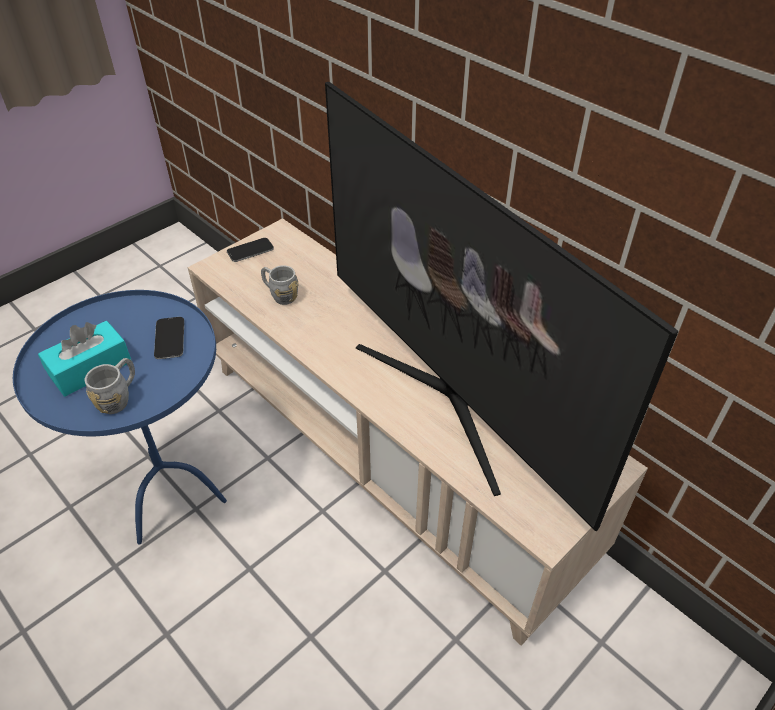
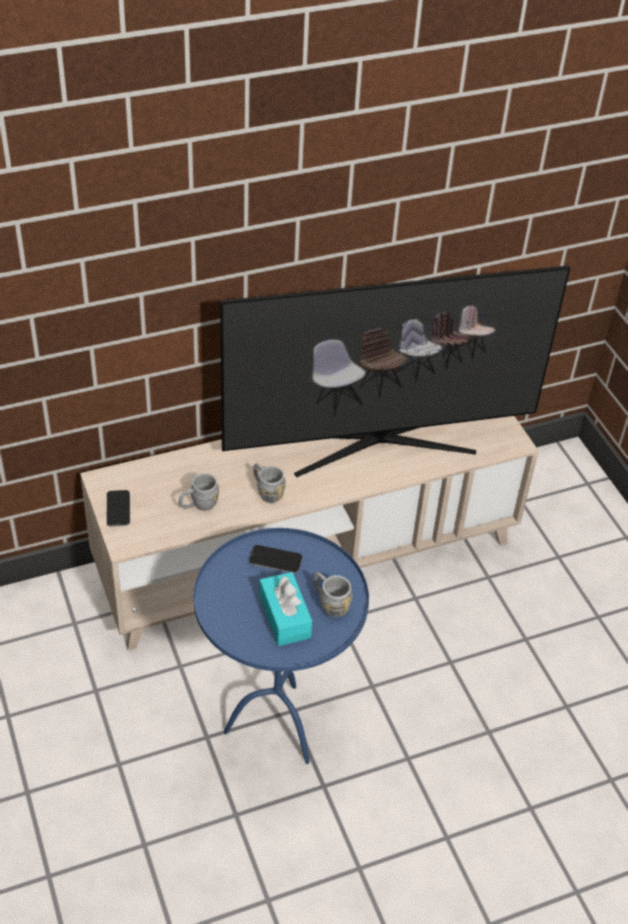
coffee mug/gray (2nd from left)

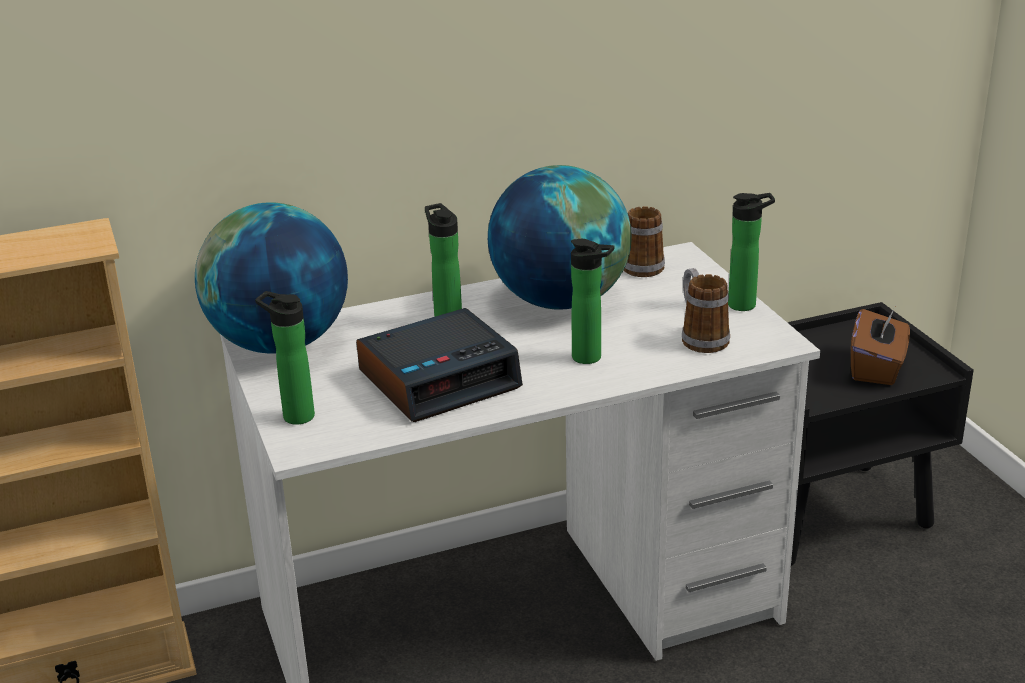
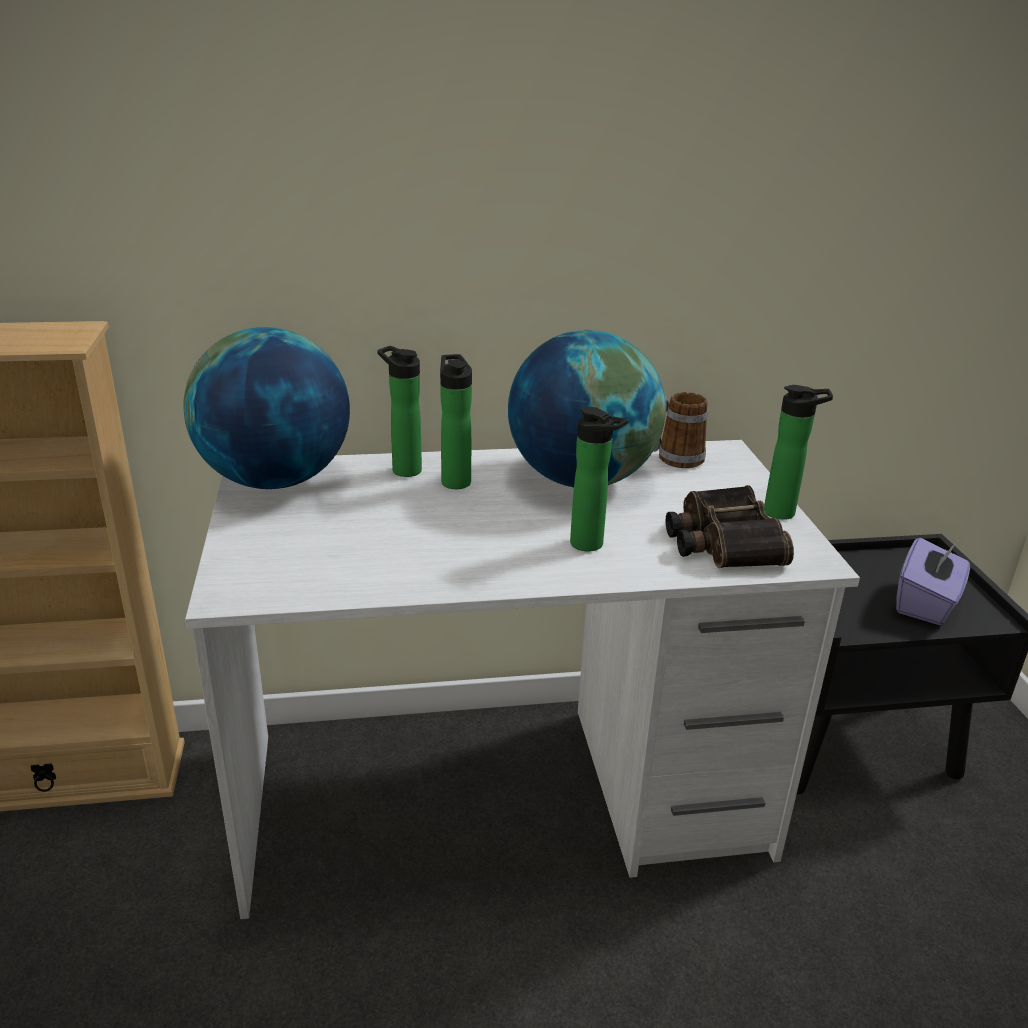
binoculars
beverage bottle (1st from left)
tissue box/purple
table clock

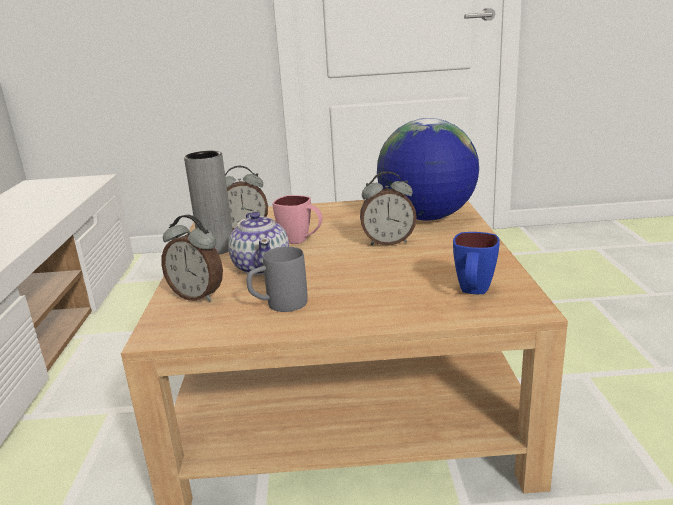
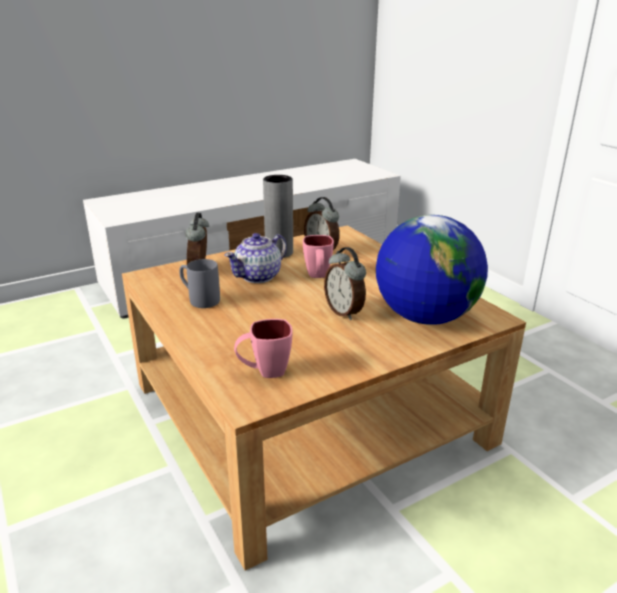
coffee mug/pinkish (1st from left)

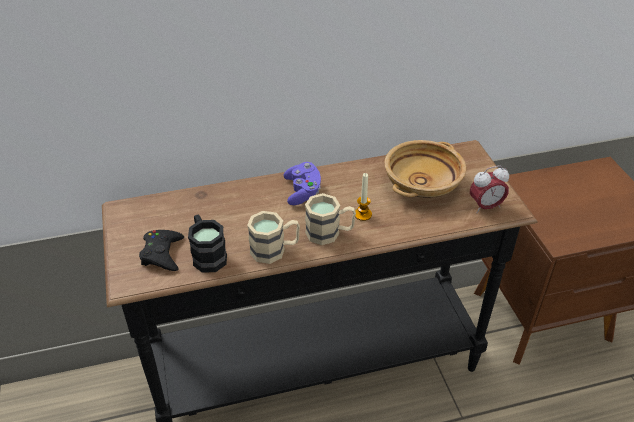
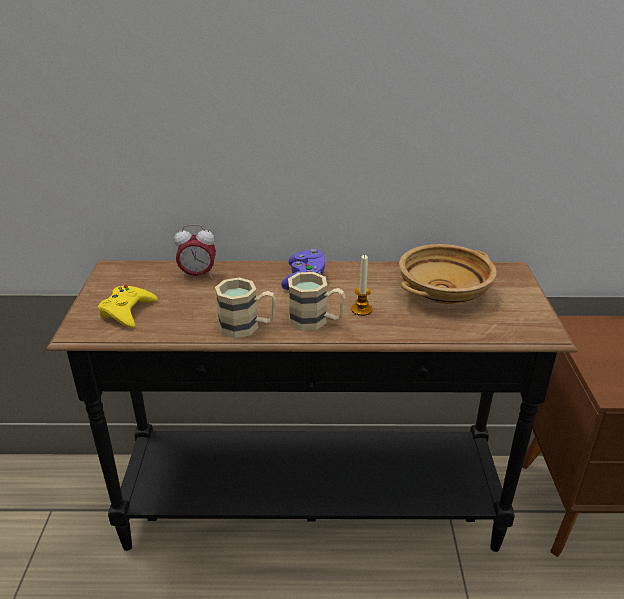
table clock
coffee mug/black
game controller/yellowish

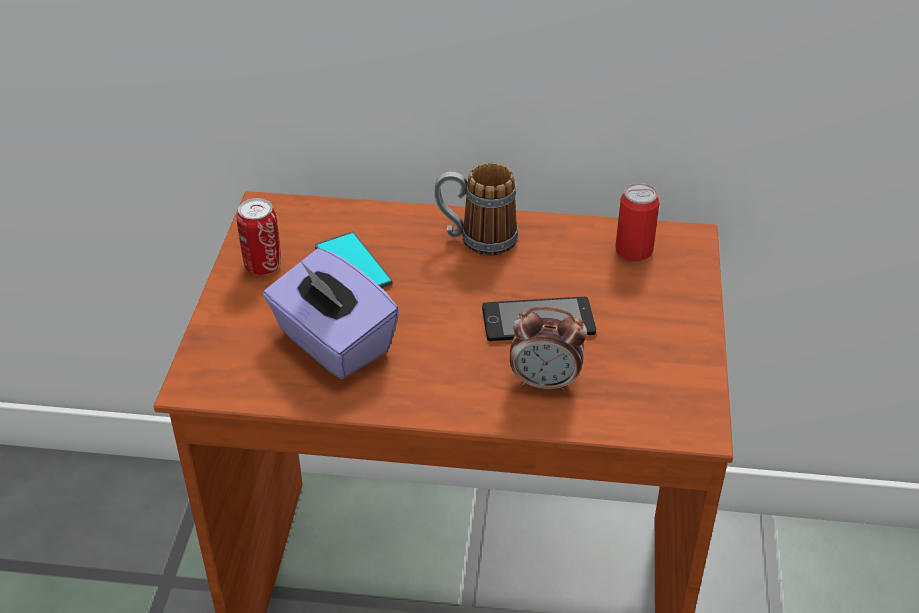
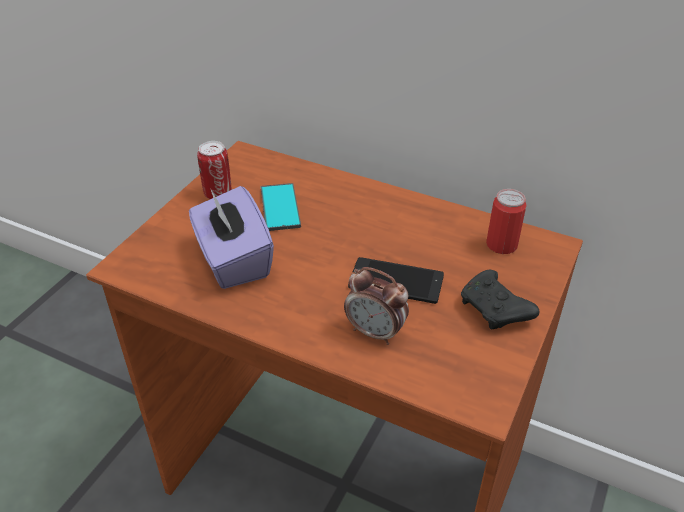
coffee mug
game controller/black

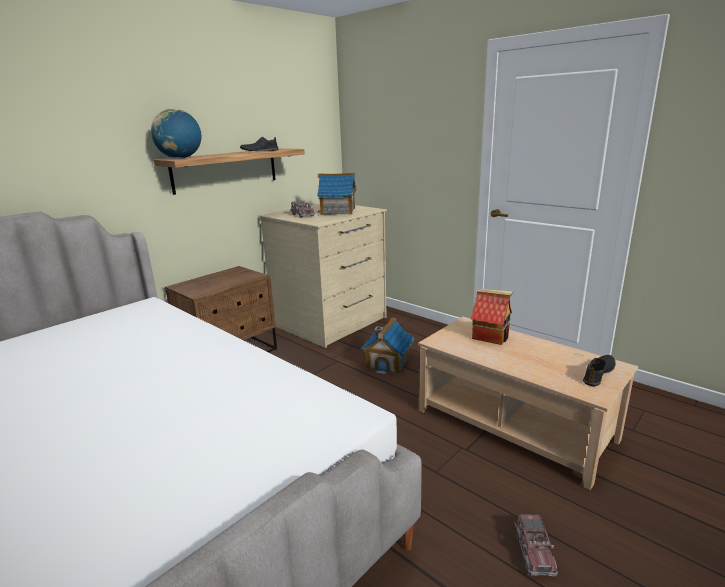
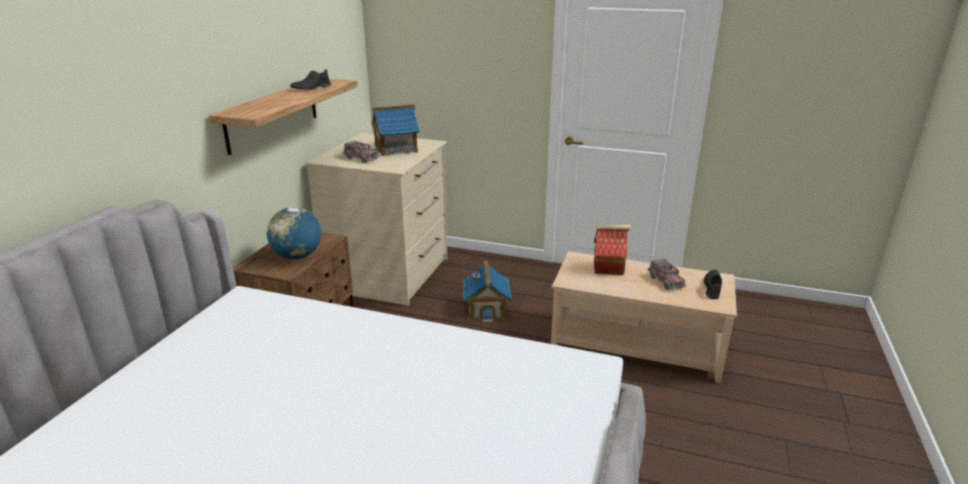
desk globe
model truck (2nd from left)

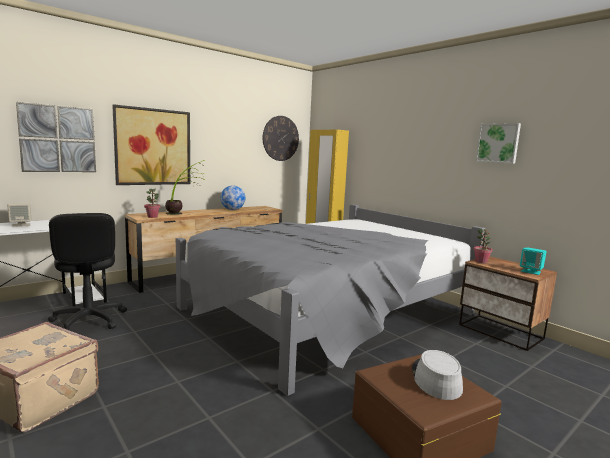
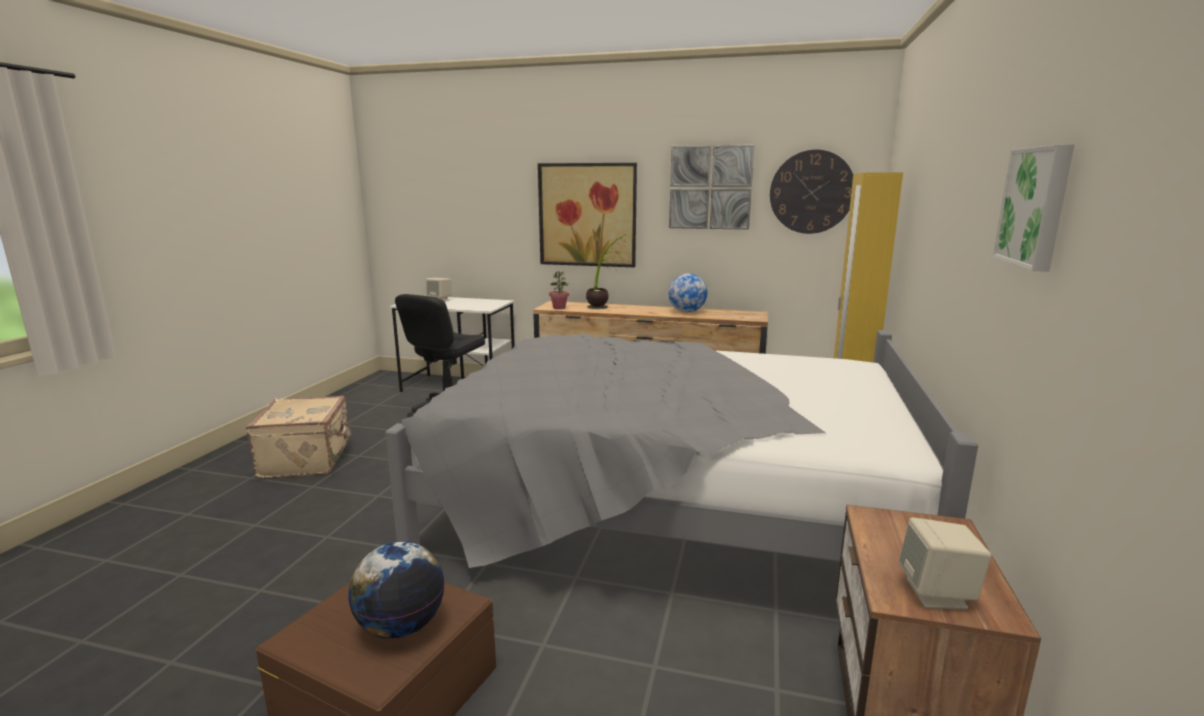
wall picture (2nd from left)
plant in a pot (3rd from left in the first image)
speaker/beige (2nd from left)
desk globe (1st from left)

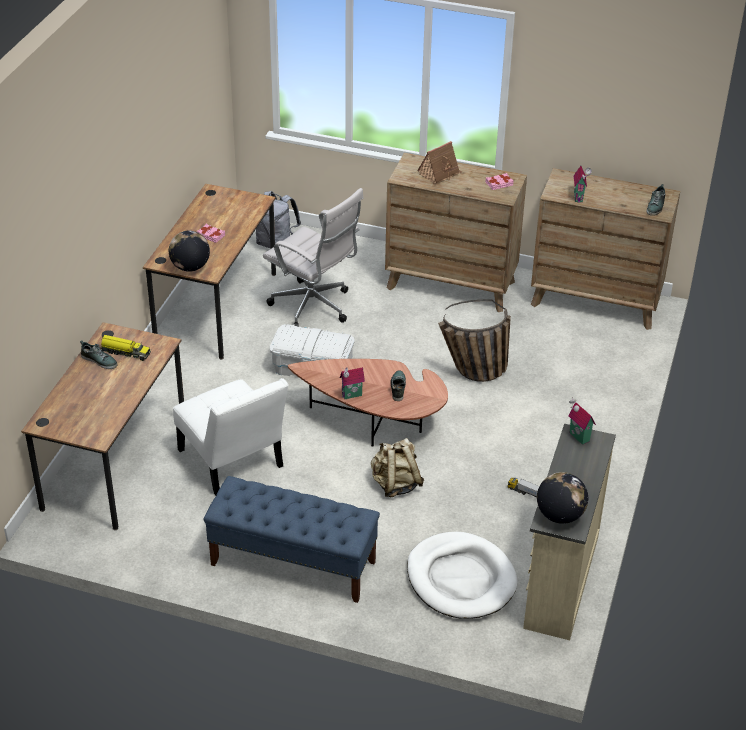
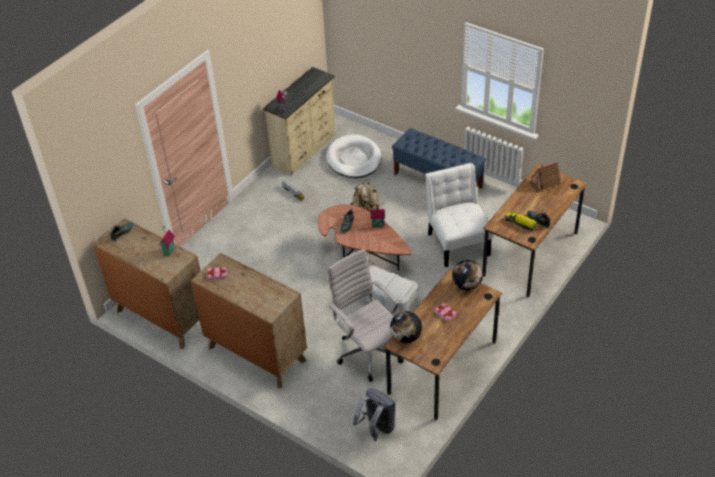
model house (4th from left)
basket
desk globe (1st from left)

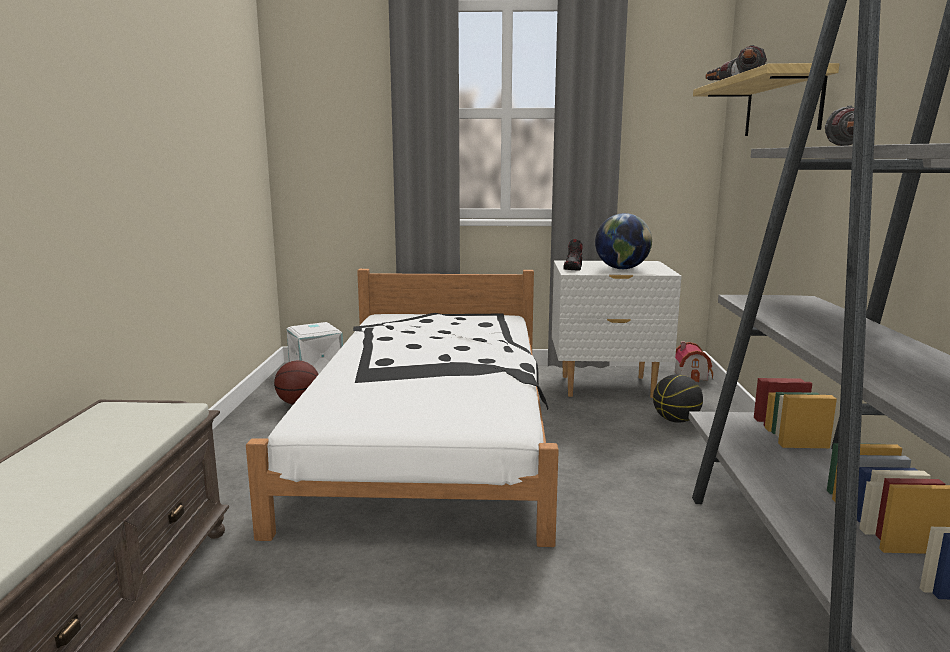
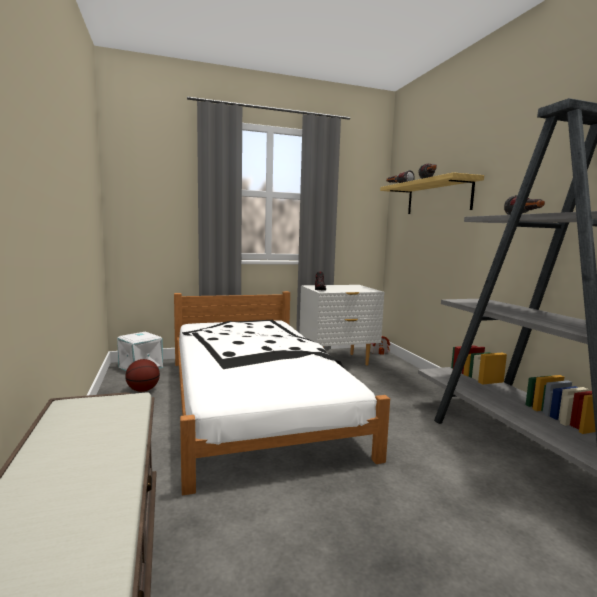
desk globe
basketball ball (2nd from left in the first image)

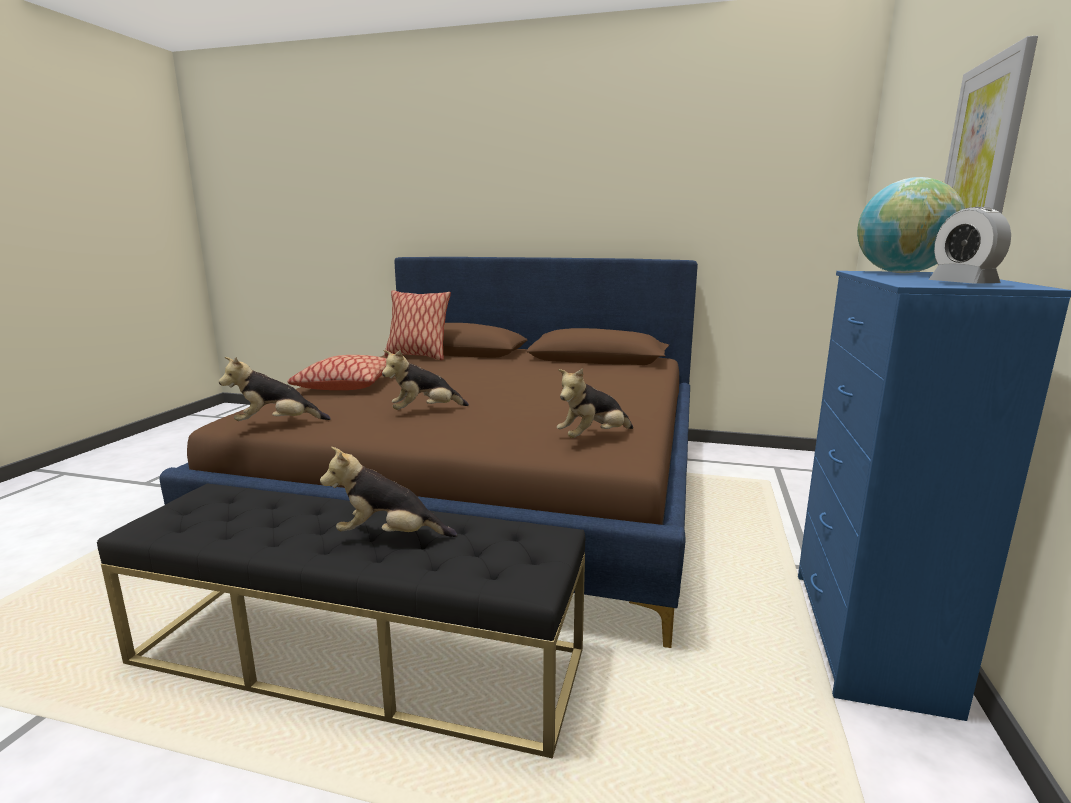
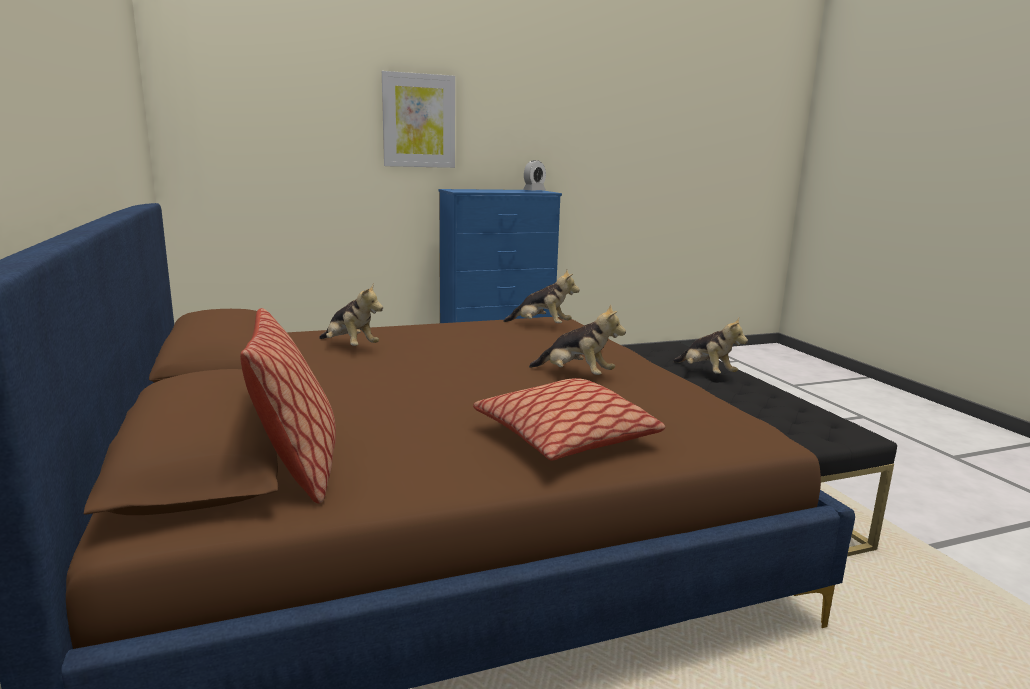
desk globe
plush toy (1st from left)

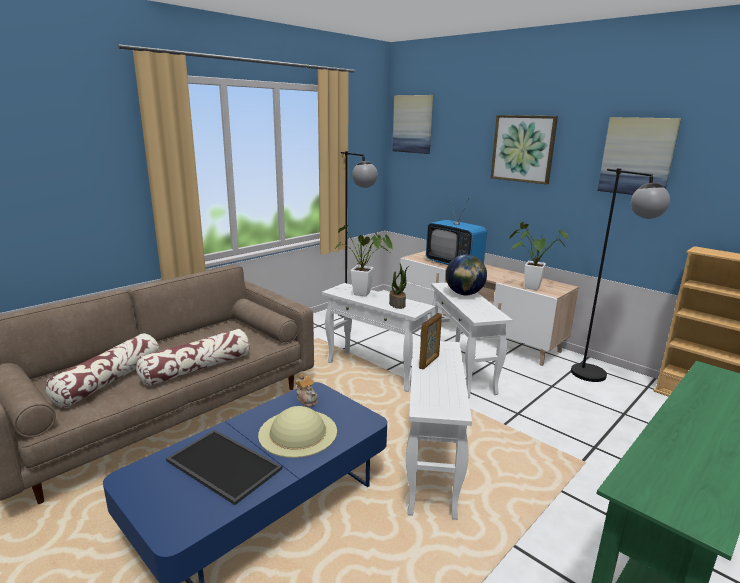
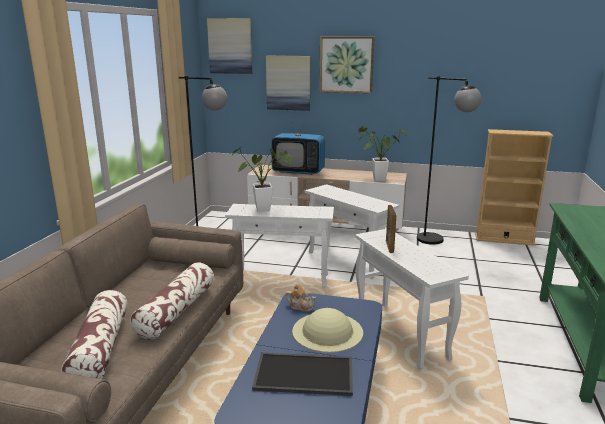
wall picture (2nd from left)
desk globe
plant in a pot (2nd from left in the first image)

